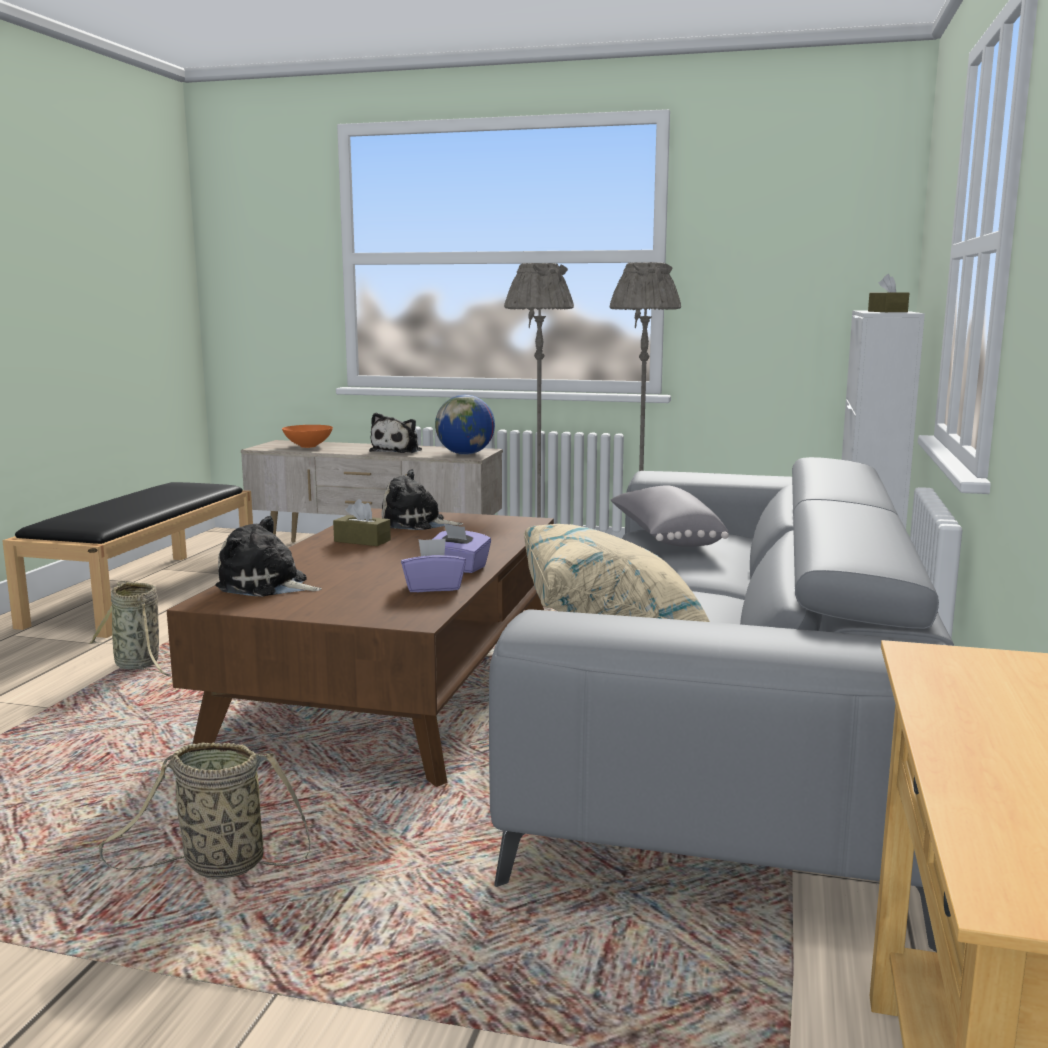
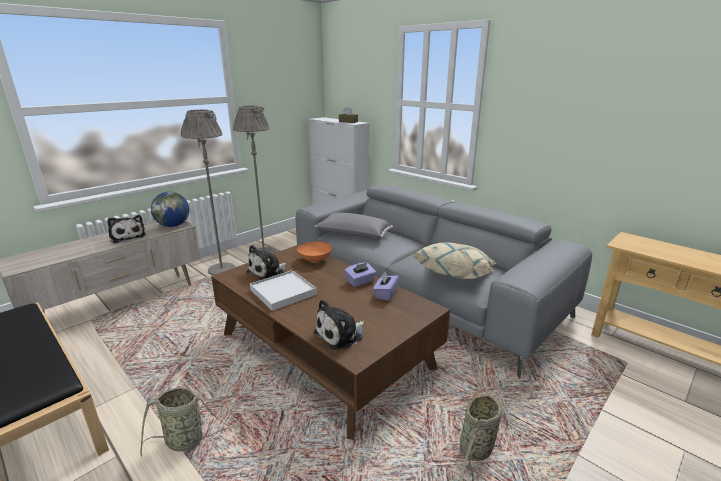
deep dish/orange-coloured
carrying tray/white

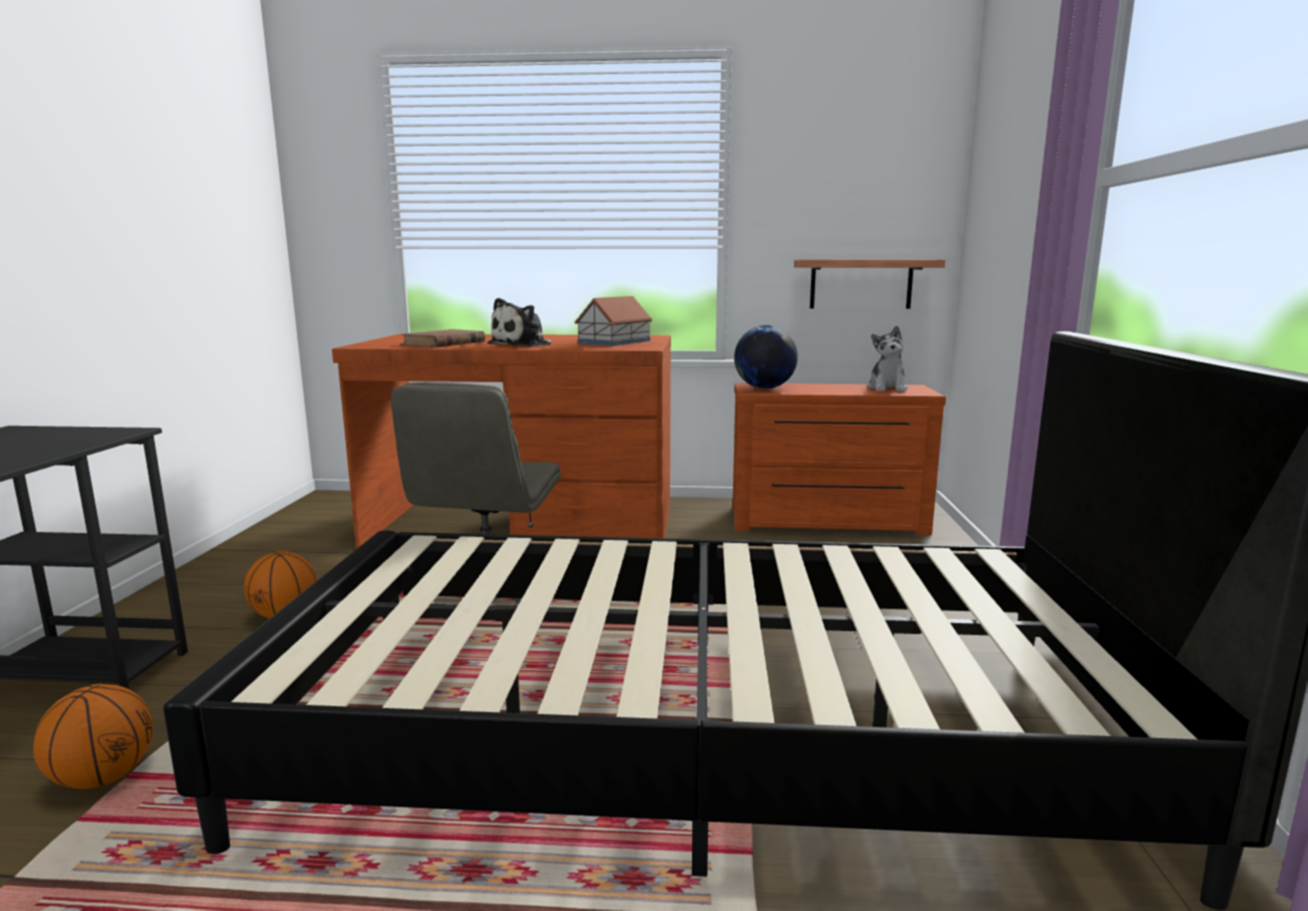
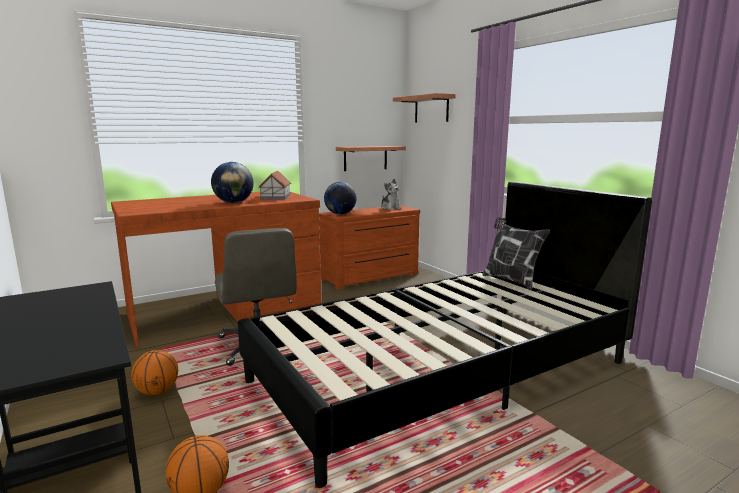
desk globe (1st from left)
bound book/brownish
bracket shelf (2nd from left)
throw pillow

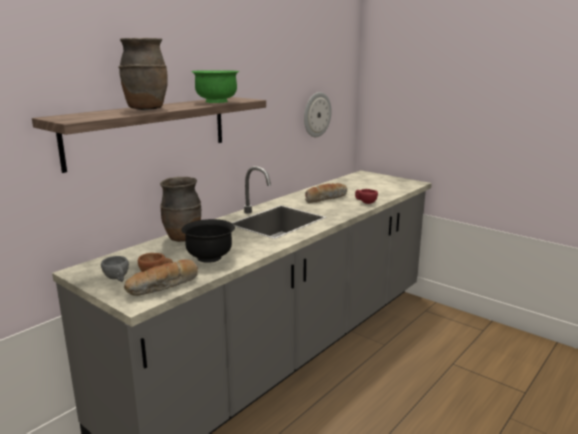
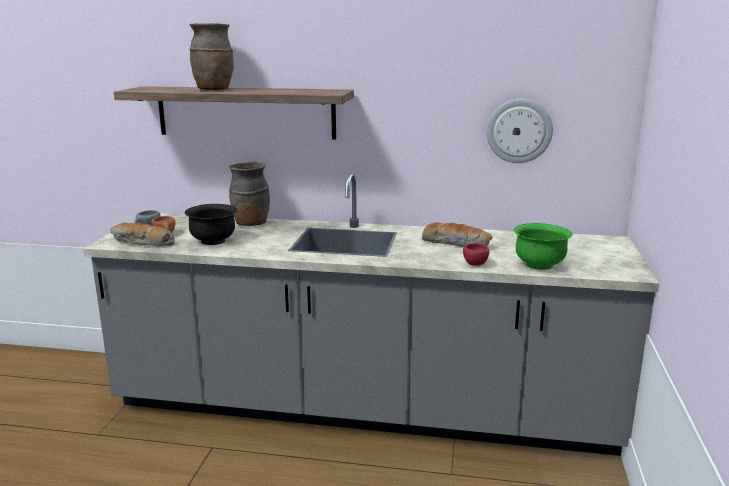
deep dish/greenish

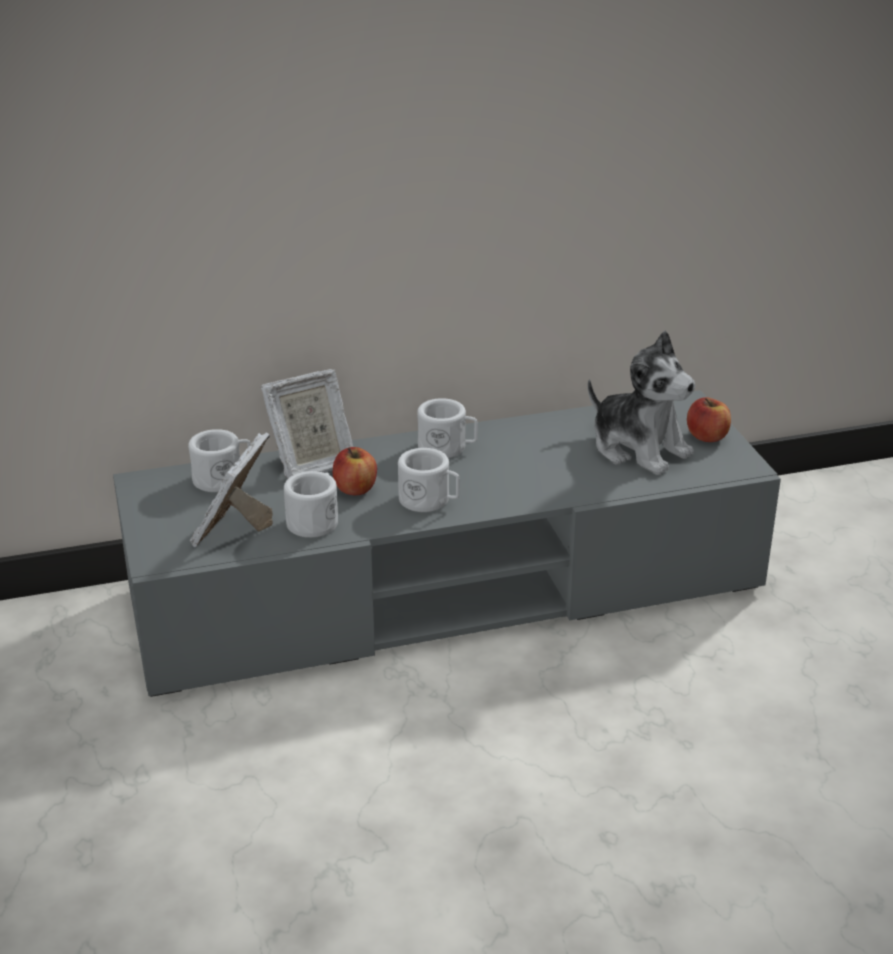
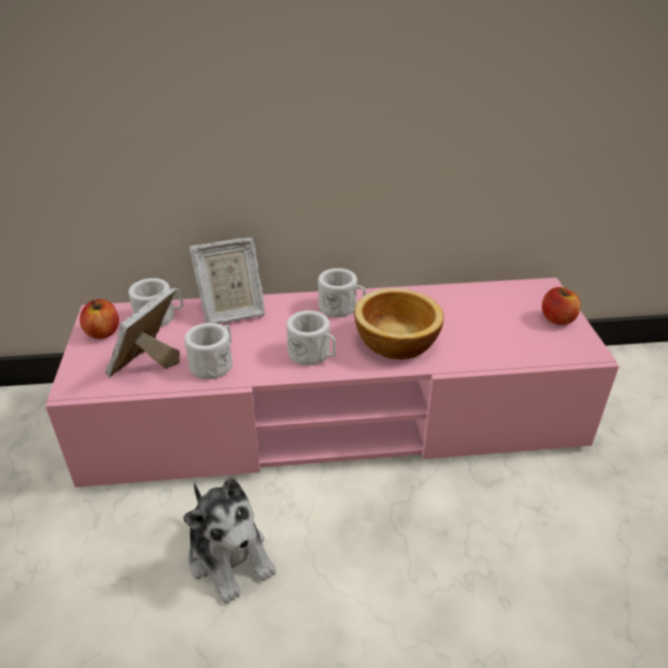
plush toy
media console/pinkish
whole apple (1st from left)
deep dish

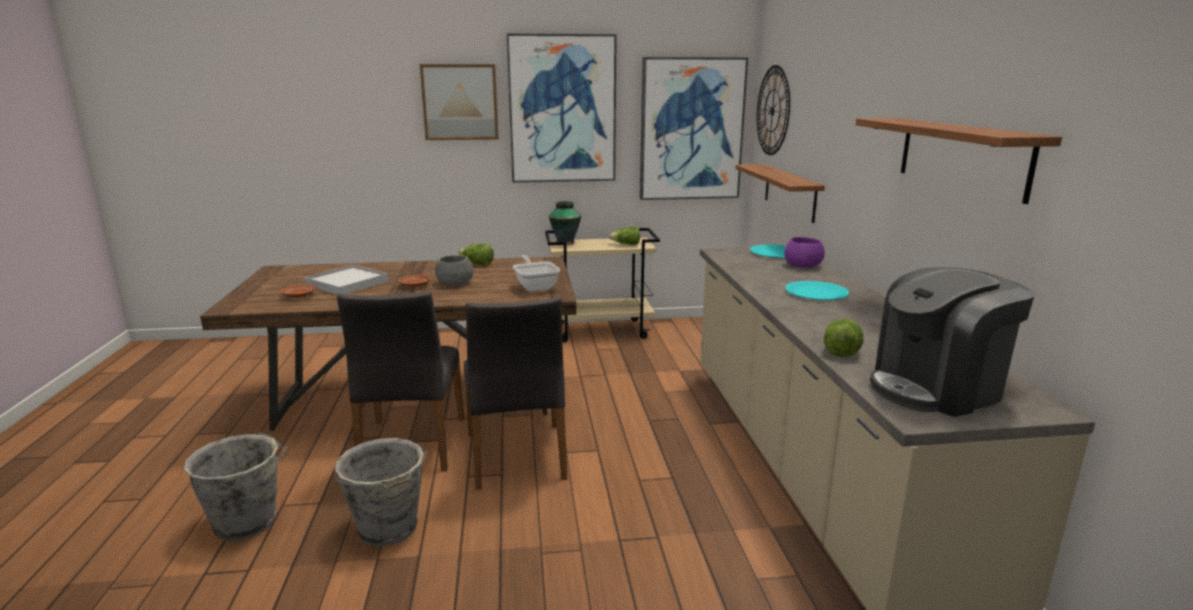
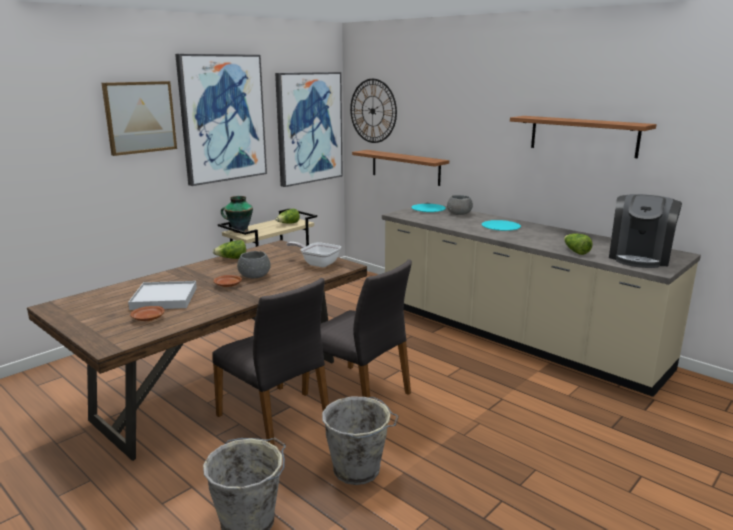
deep dish/gray (2nd from left)

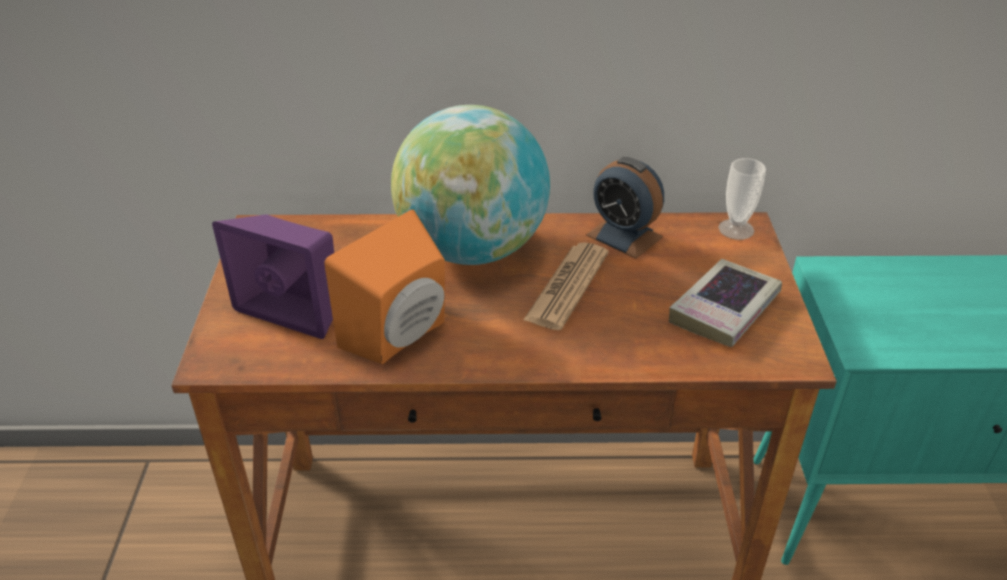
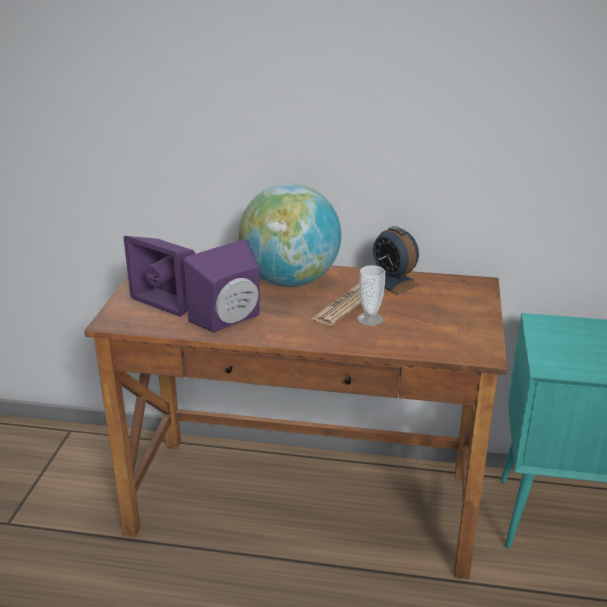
small cup
speaker/purple (2nd from left)
bound book

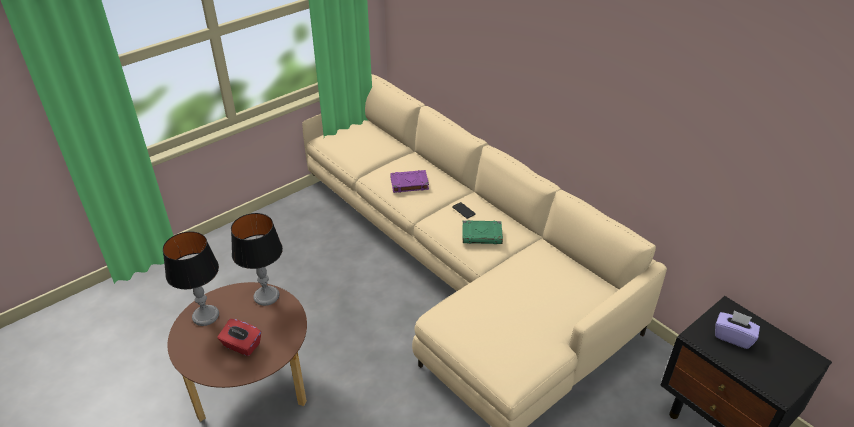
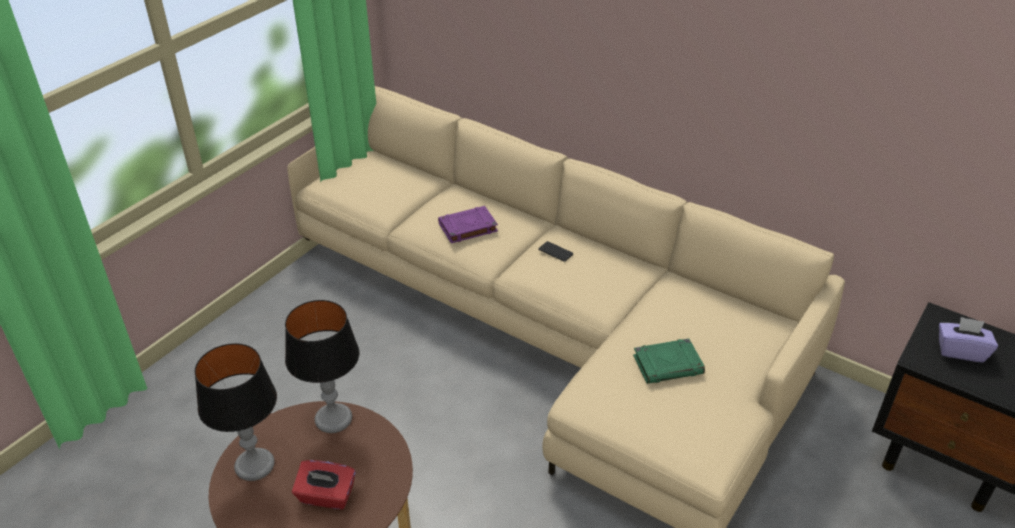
bound book/greenish

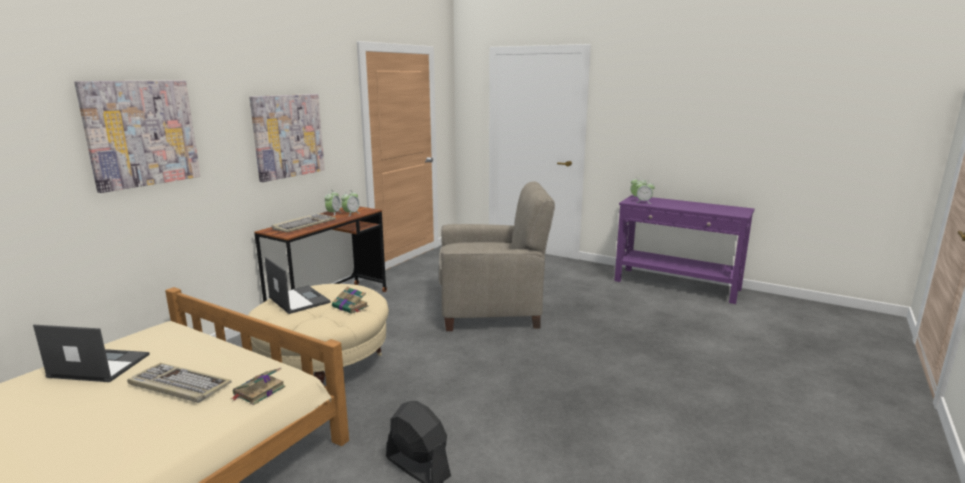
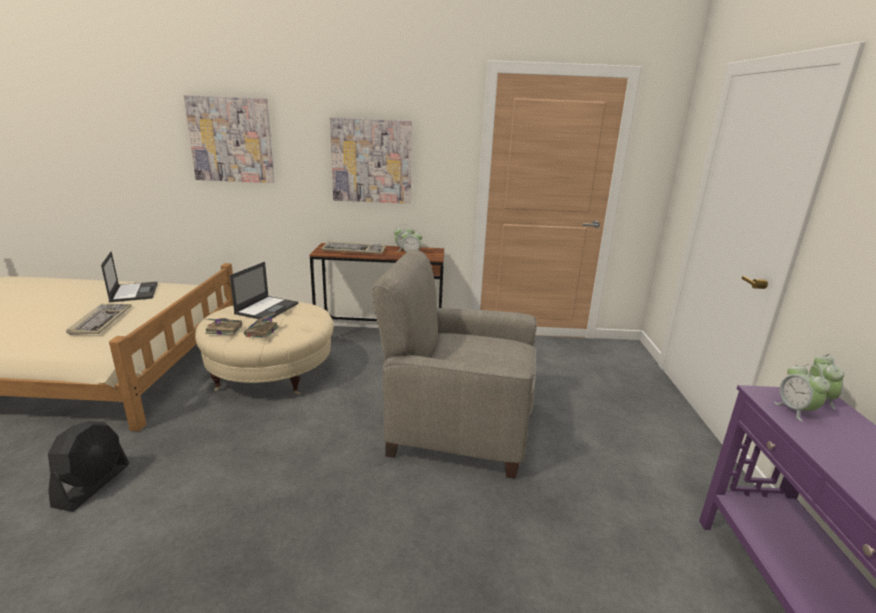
armchair/beige
bound book (1st from left)

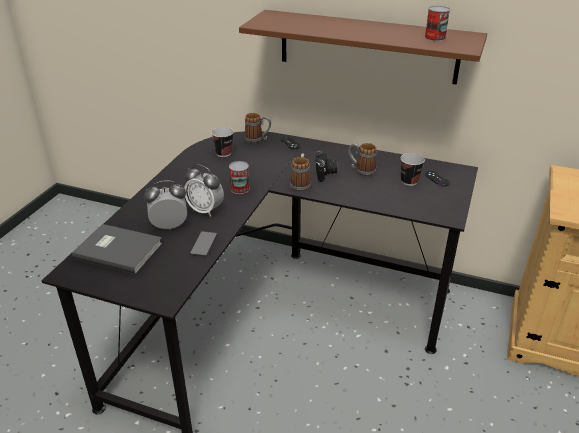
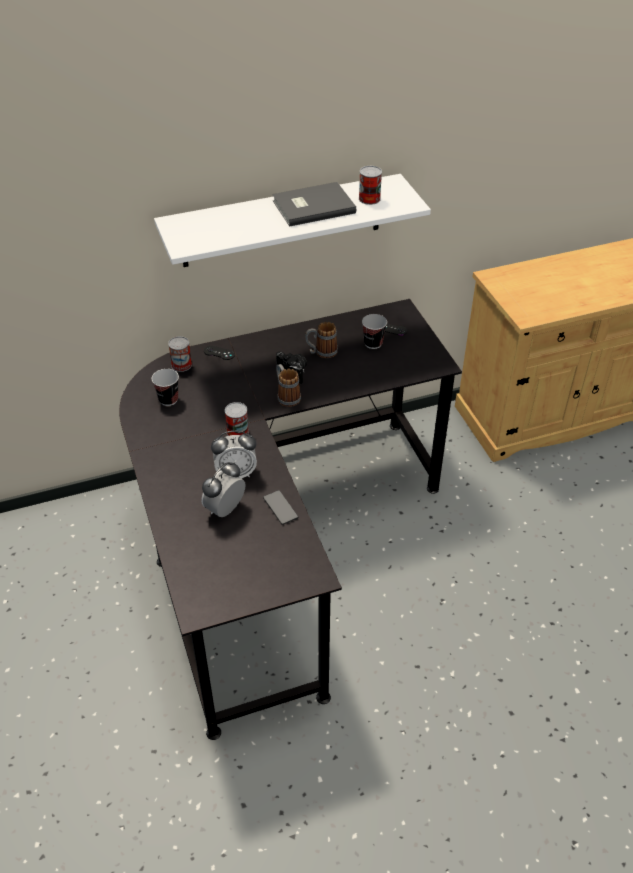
bracket shelf/white
metal can (1st from left)
bound book/gray

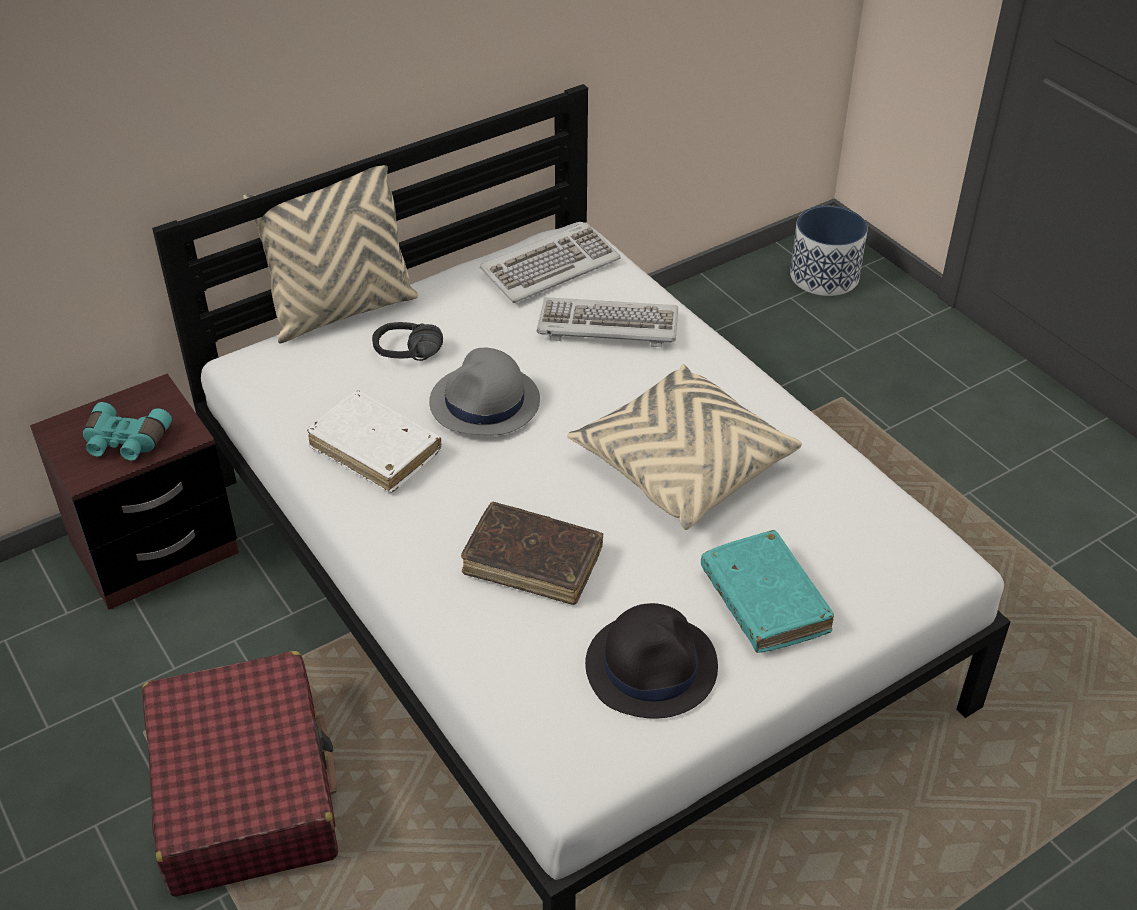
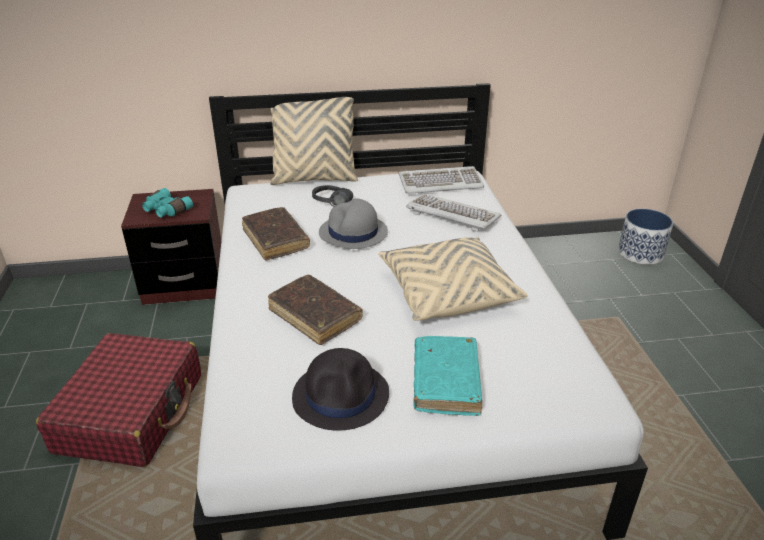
bound book/brownish (1st from left)

